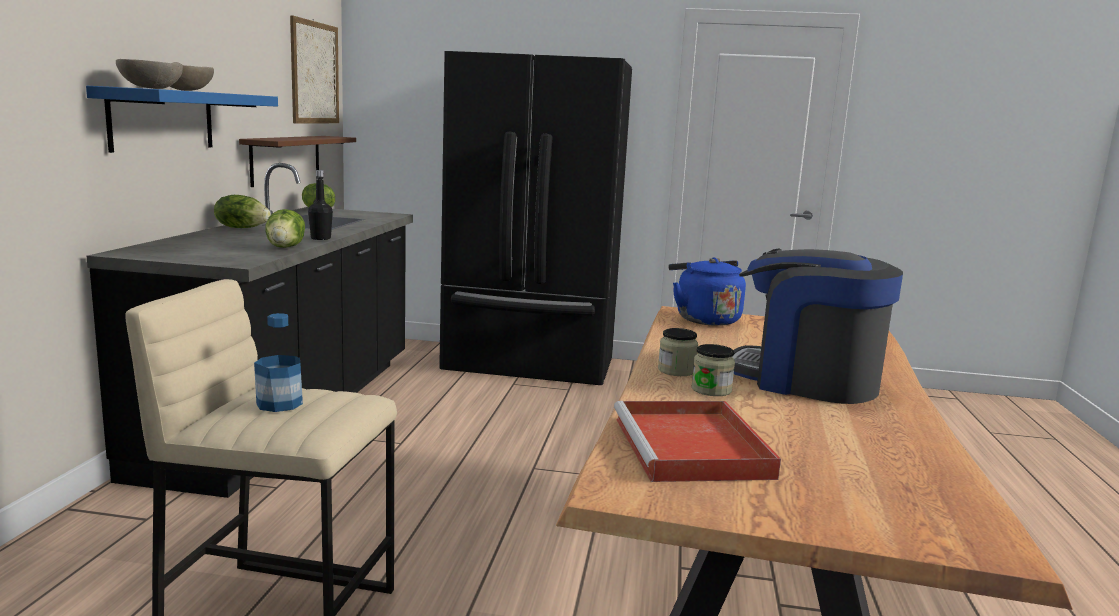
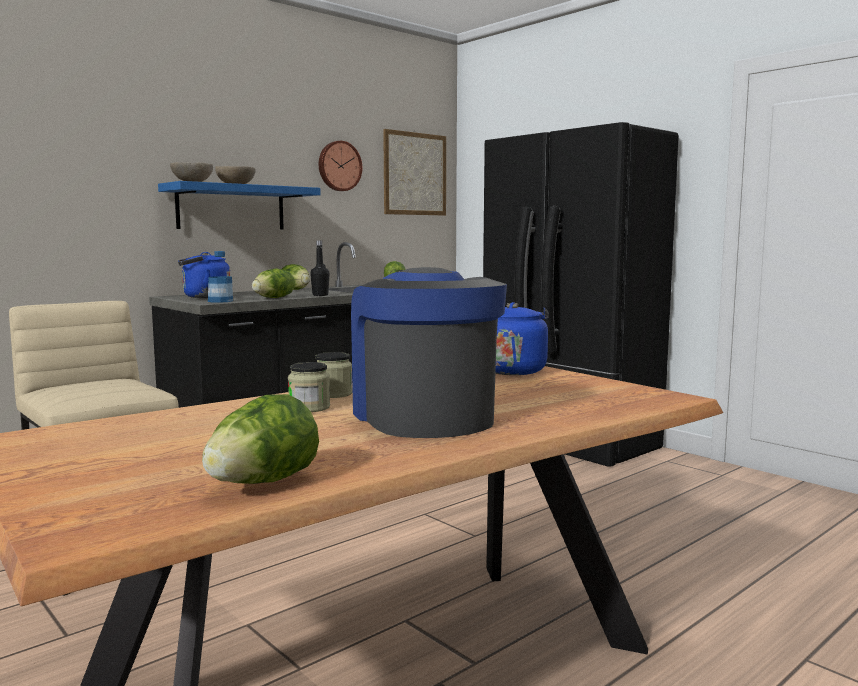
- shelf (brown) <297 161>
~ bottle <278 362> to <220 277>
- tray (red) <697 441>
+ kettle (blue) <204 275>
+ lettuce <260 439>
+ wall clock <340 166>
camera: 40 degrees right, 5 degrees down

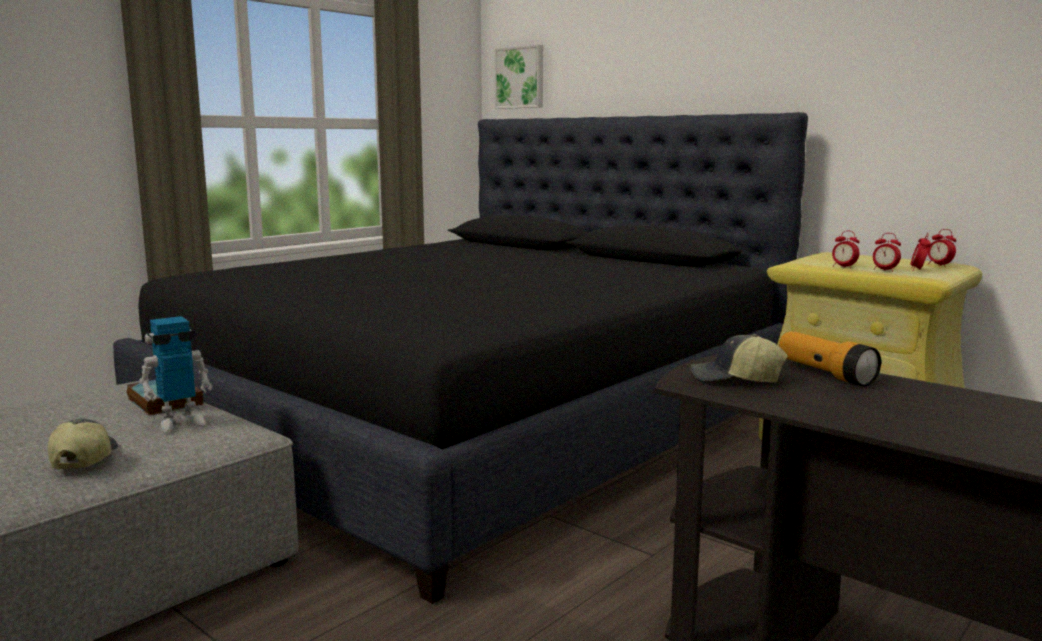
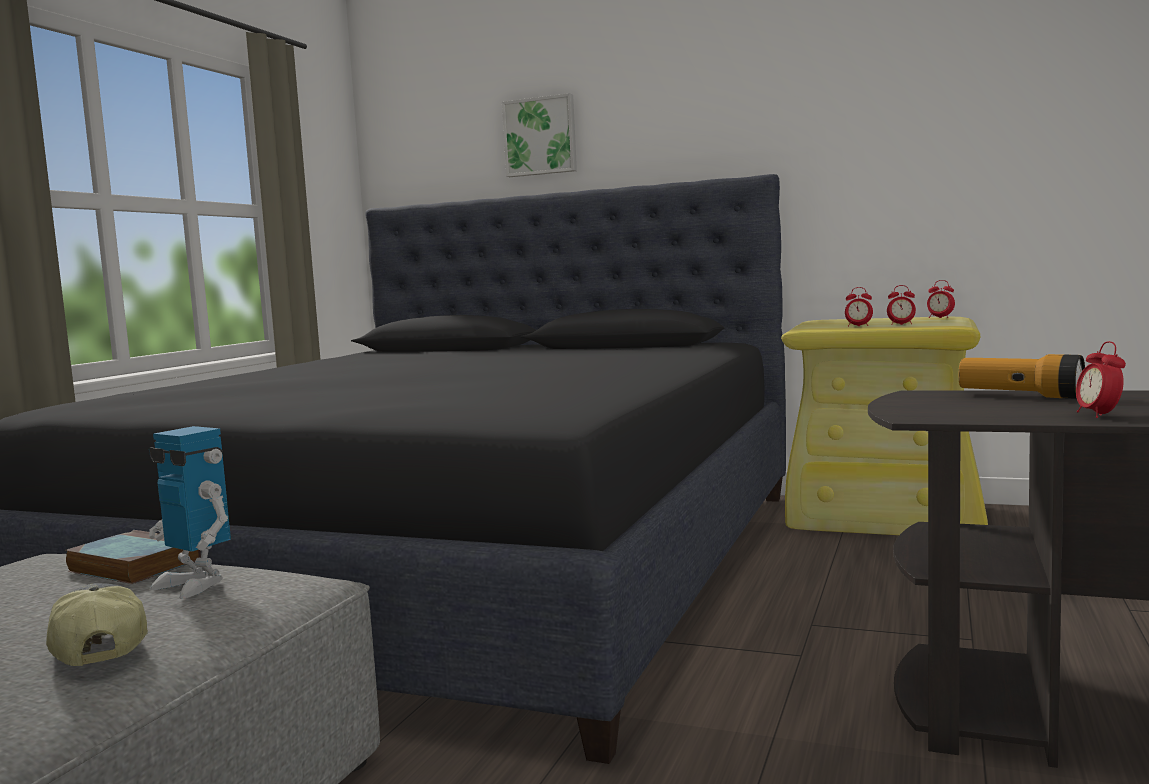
~ toy robot <176 374> = <190 512> 90 degrees clockwise
~ picture <518 77> to <539 135>
- cap <739 358>
~ alarm clock <921 252> to <1101 379>
camera: 20 degrees left, 5 degrees down

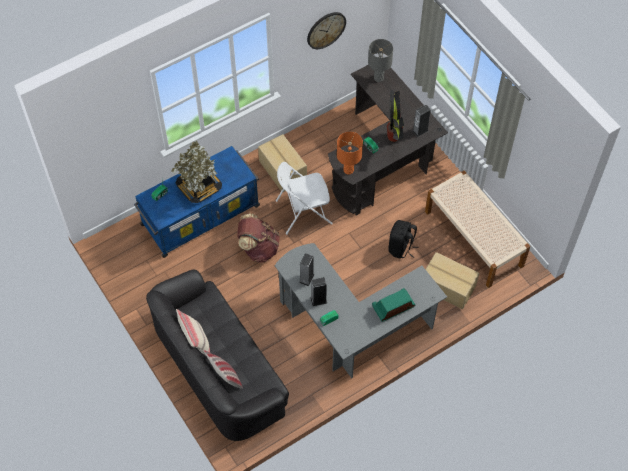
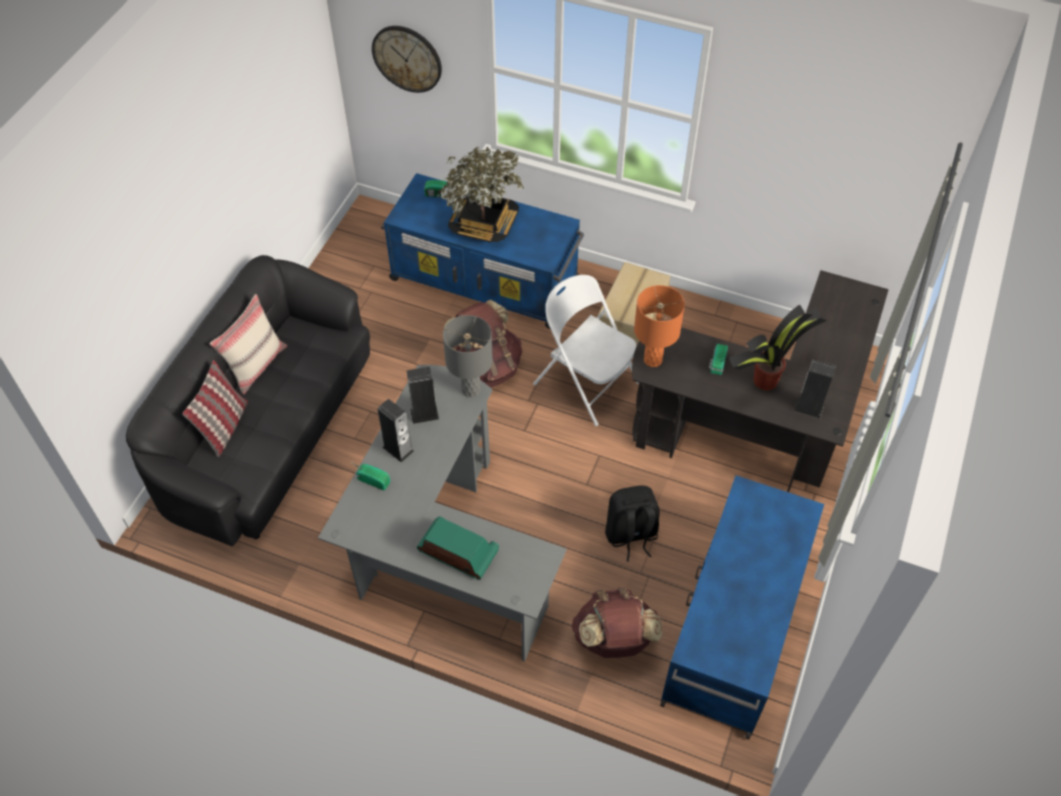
~ wall clock <326 30> to <407 59>
~ table lamp (grey) <380 60> to <468 356>
~ bench (beige) <477 229> to cabinet (blue) <742 607>
~ cardboard box <452 280> to backpack (brown) <616 623>
camera: 55 degrees right, 5 degrees down

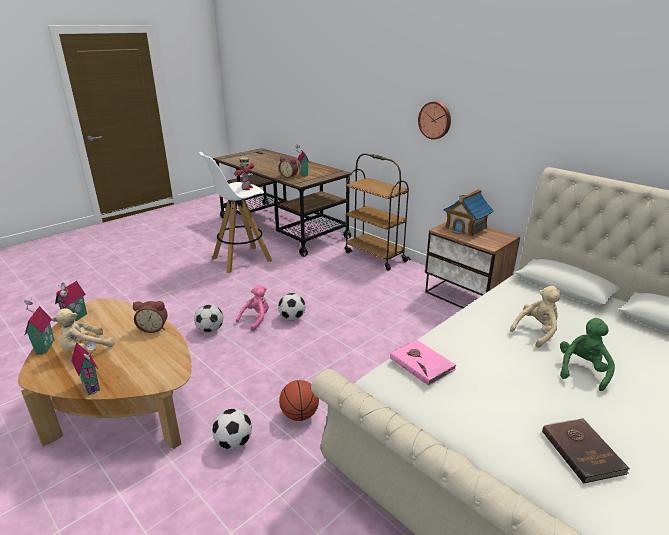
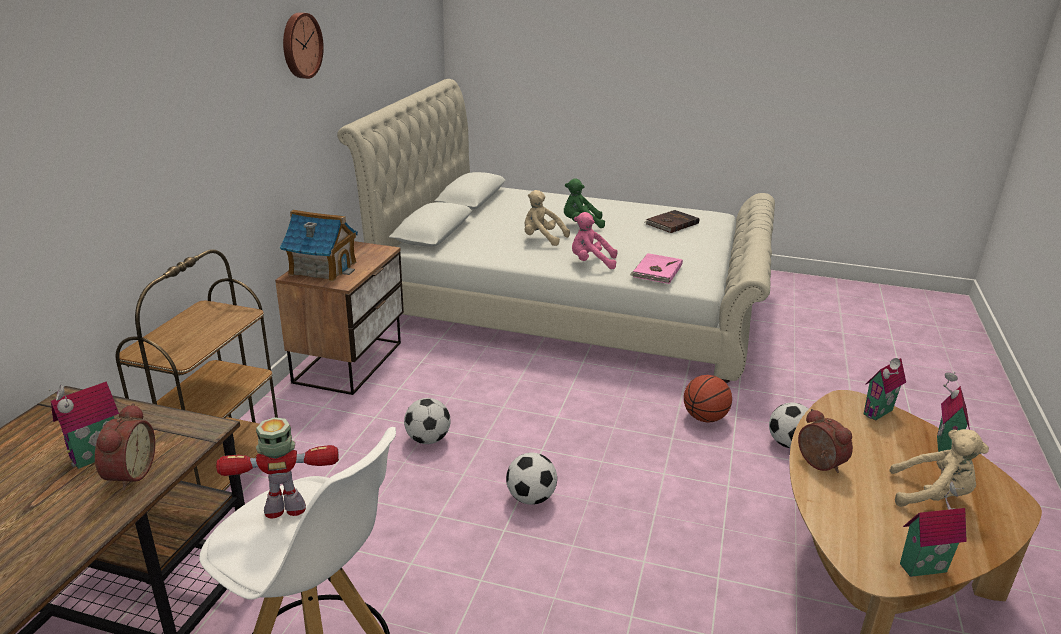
~ toy house <39 326> to <885 389>
~ football <208 318> to <427 421>
~ plush toy (pink) <252 308> to <595 240>
~ wall clock <434 120> to <303 45>
camera: 120 degrees left, 0 degrees up

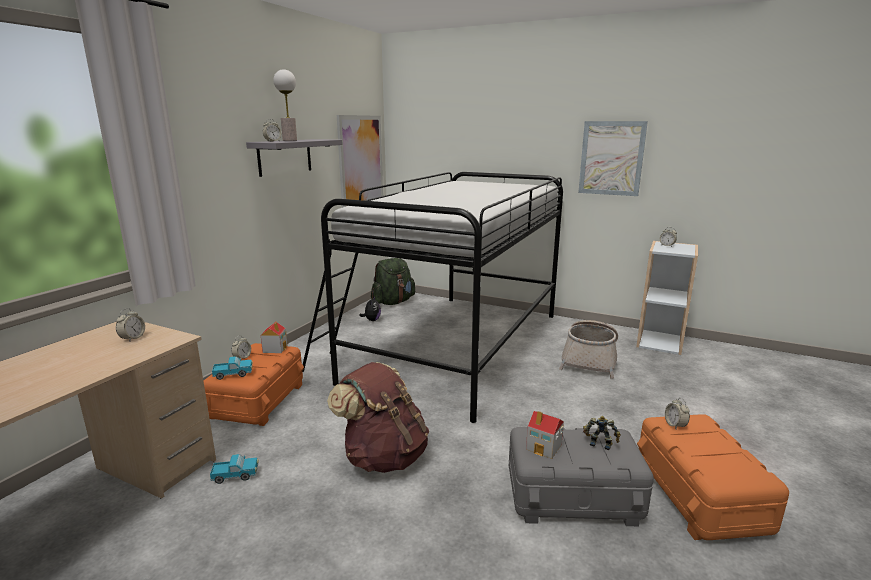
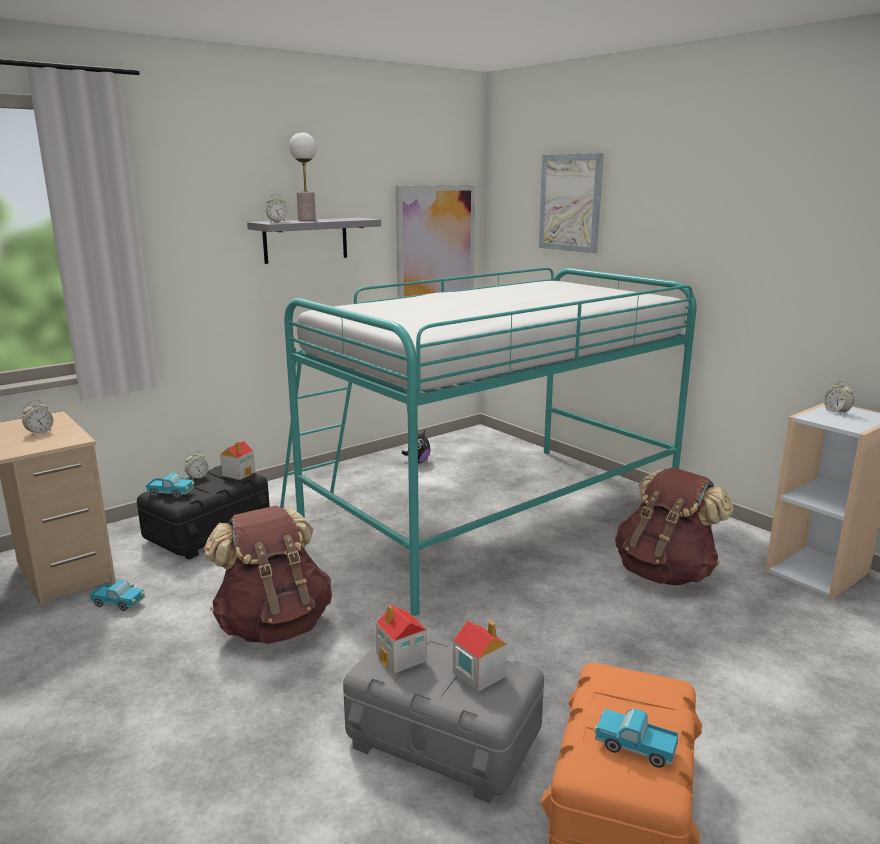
~ storage box (orange) <254 384> to storage box (black) <203 512>
~ bed (black) <432 297> to bed (turquoise) <488 442>
- backpack (green) <393 281>
~ basket <588 349> to backpack (brown) <674 526>
~ picture <613 158> to <571 203>
~ toy robot <602 433> to toy house <480 656>
- alarm clock <677 413>
+ toy truck <636 738>
camera: 25 degrees right, 0 degrees up

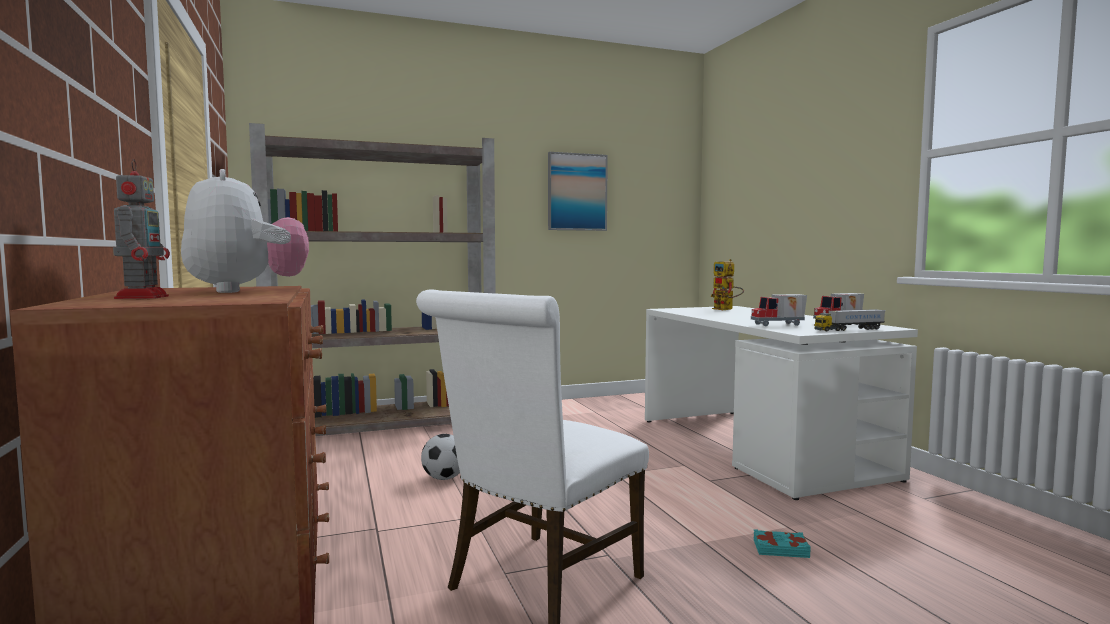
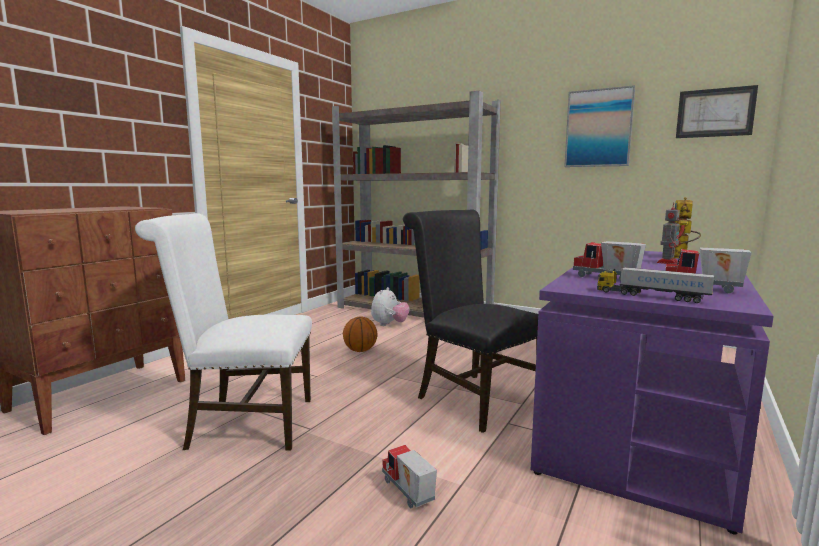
~ toy robot <141 229> to <669 233>
~ plush toy <245 231> to <390 306>
~ football <440 457> to basketball <360 334>
~ desk (white) <781 403> to desk (purple) <652 392>
~ book (turquoise) <782 543> to toy truck <409 476>
+ chair (black) <470 321>
+ picture <717 111>
camera: 50 degrees right, 5 degrees up

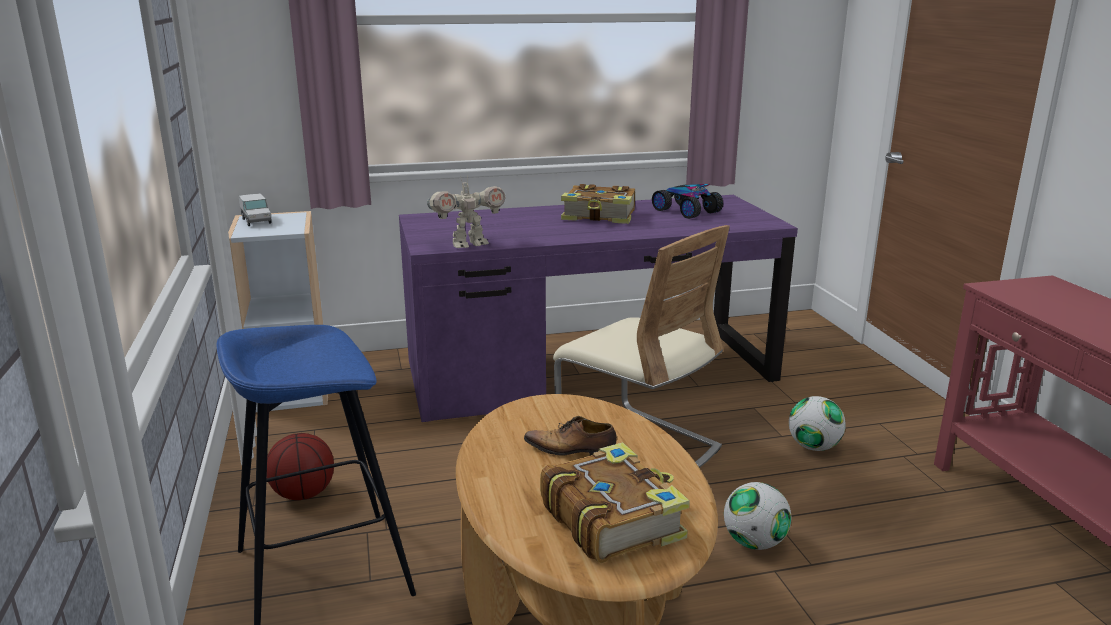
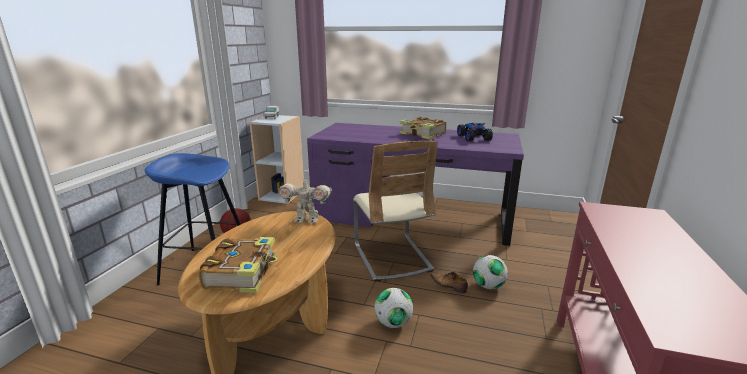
~ toy robot <466 211> to <305 199>
~ shoe <570 436> to <449 282>
camera: 30 degrees right, 0 degrees up

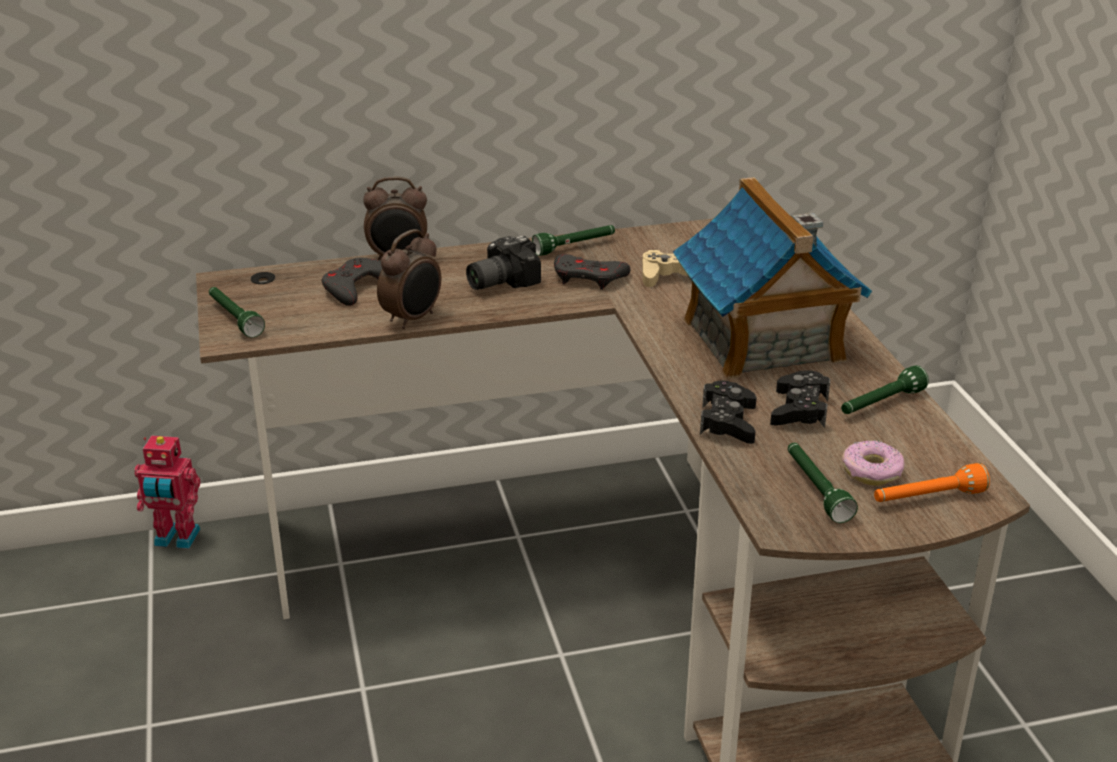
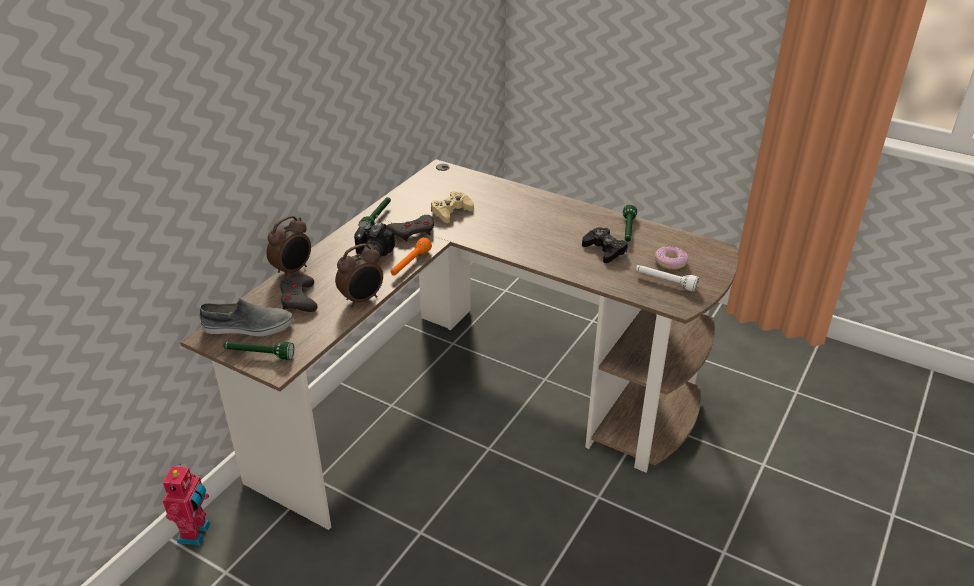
~ toy robot <167 492> = <186 504> 45 degrees counterclockwise
~ alarm clock <409 279> = <359 276> 60 degrees clockwise
- toy house <772 278>
- game controller (black) <728 412>
~ flashlight (green) <823 483> to flashlight (white) <667 278>
~ flashlight (orange) <932 482> to <411 256>
+ shoe (grey) <246 317>
camera: 45 degrees left, 5 degrees up

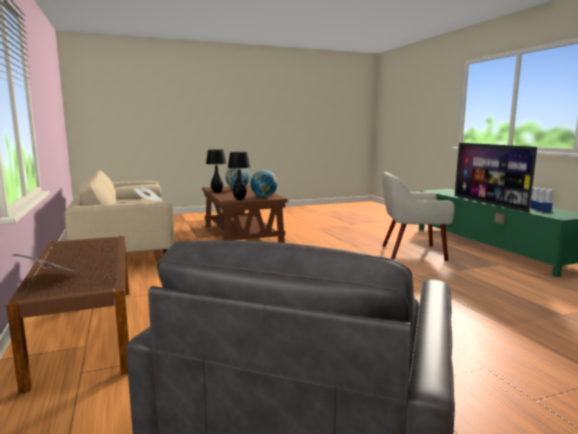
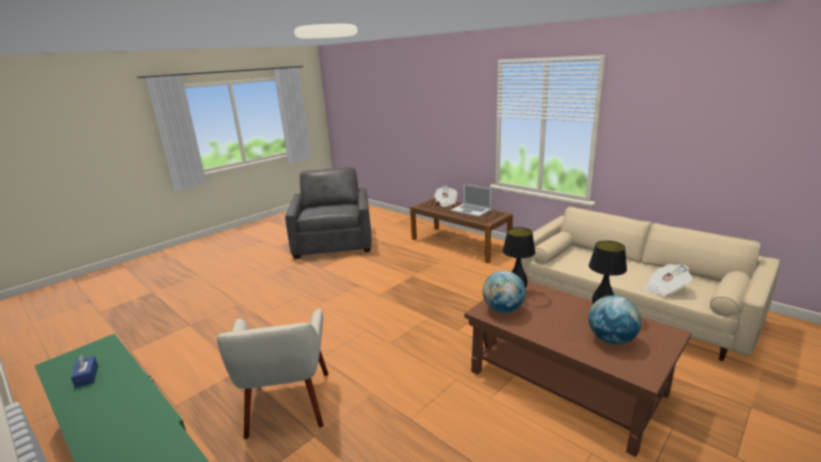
~ armchair (beige) <418 216> = <272 374> 105 degrees clockwise
- television <496 178>
+ laptop <471 200>
camera: 155 degrees right, 10 degrees up

